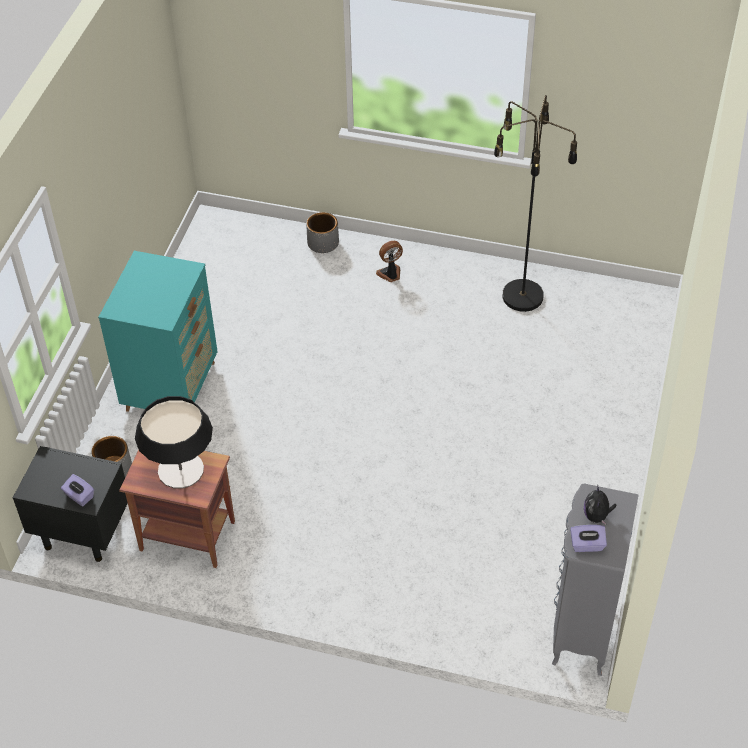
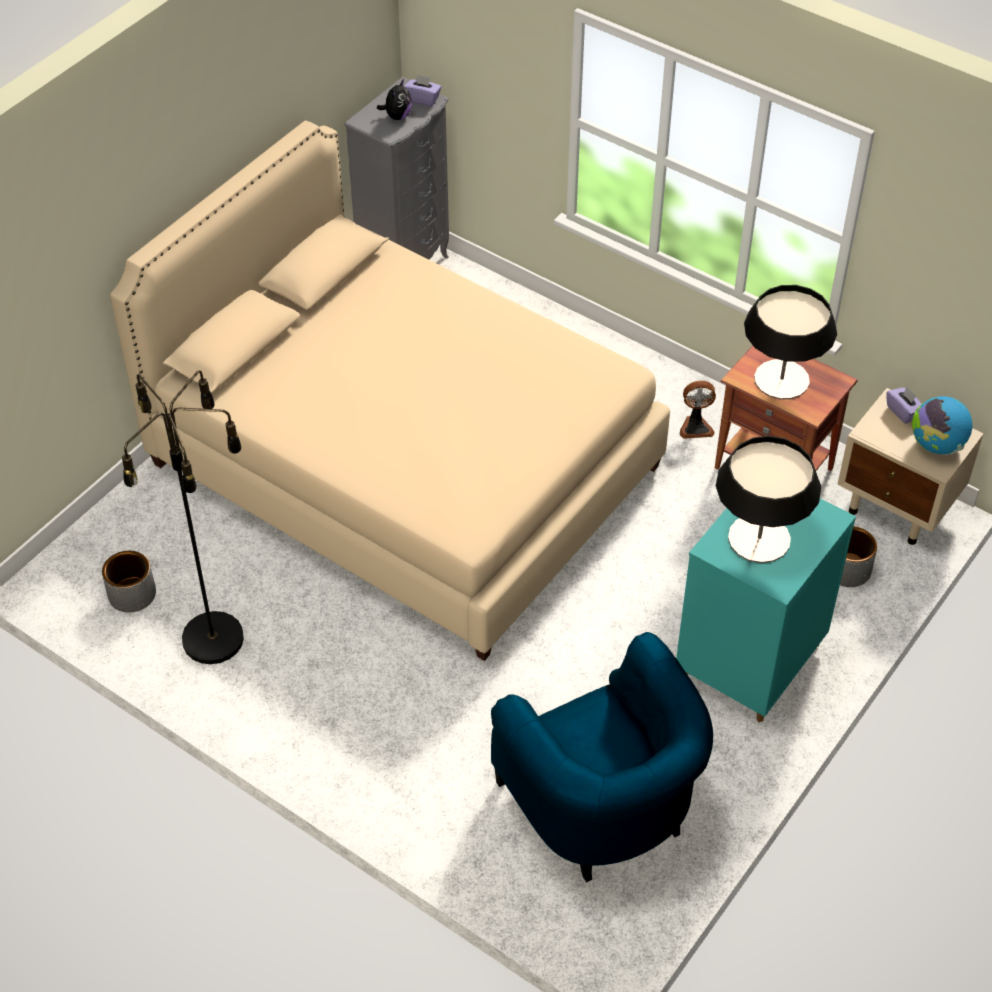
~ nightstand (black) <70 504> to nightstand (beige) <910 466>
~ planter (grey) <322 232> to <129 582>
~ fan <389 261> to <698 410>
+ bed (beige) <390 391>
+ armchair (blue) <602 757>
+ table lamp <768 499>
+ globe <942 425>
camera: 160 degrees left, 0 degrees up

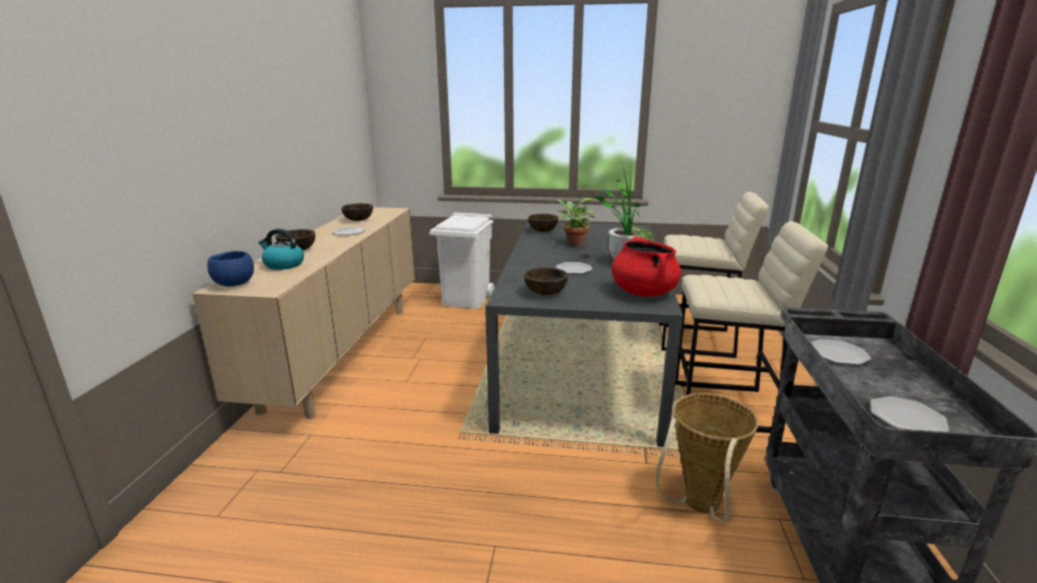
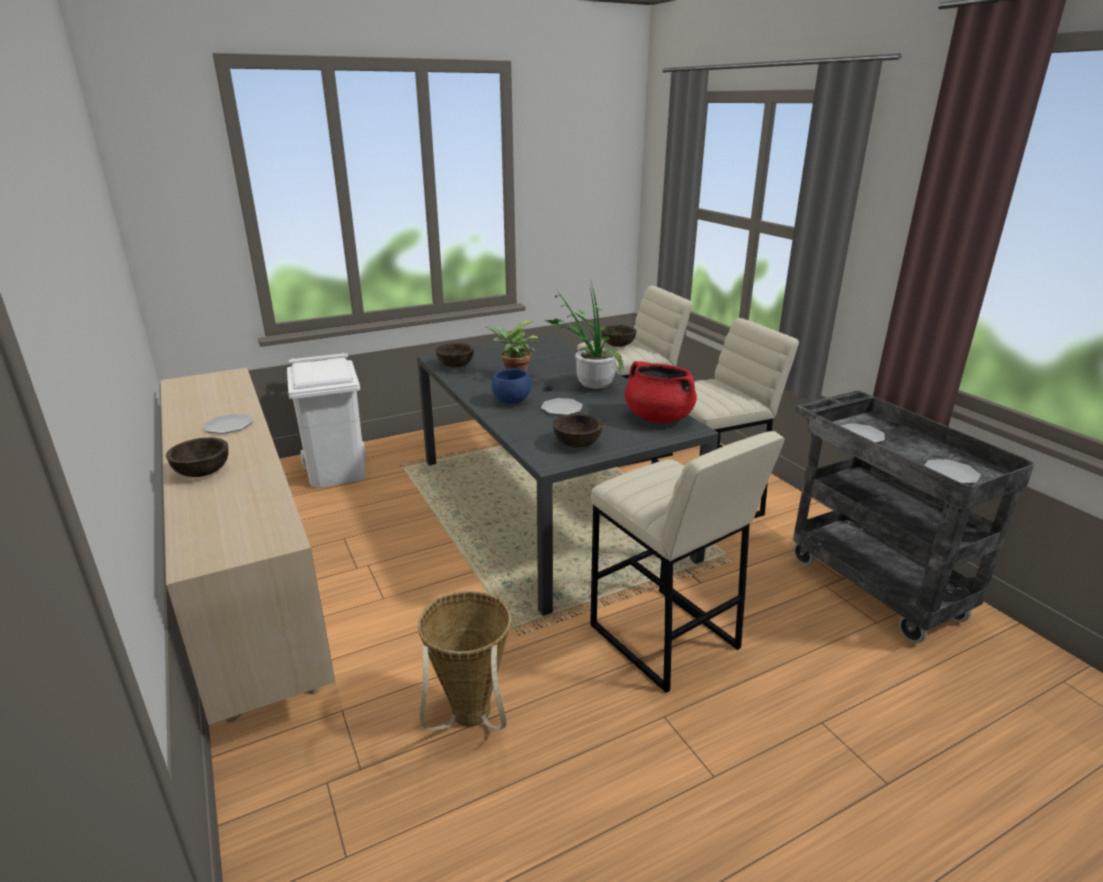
~ bowl (blue) <230 269> to <511 386>
- kettle <281 249>
~ bowl (brown) <357 212> to <618 336>
~ basket <707 457> to <464 661>
+ stool (beige) <687 562>
camera: 35 degrees left, 5 degrees up

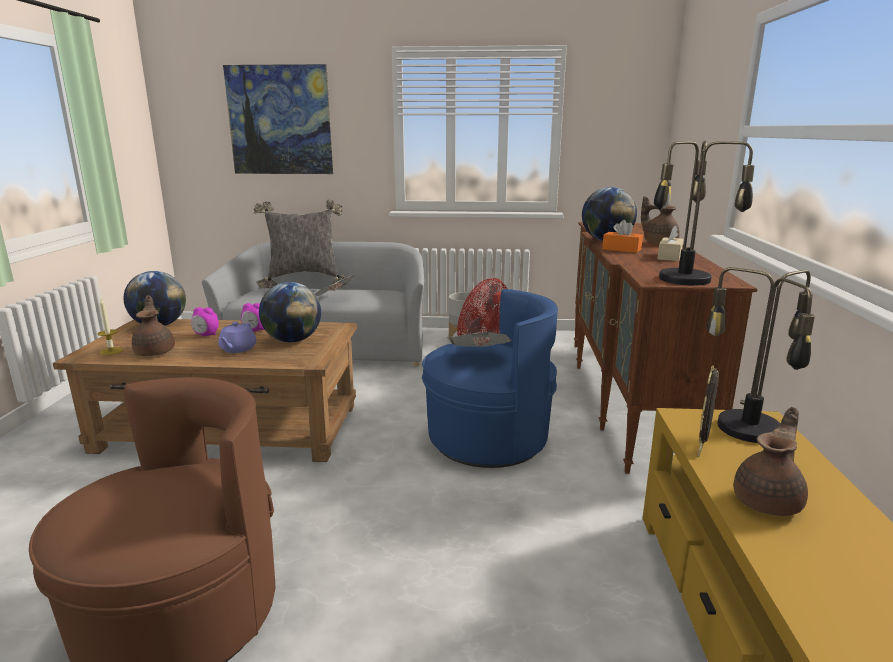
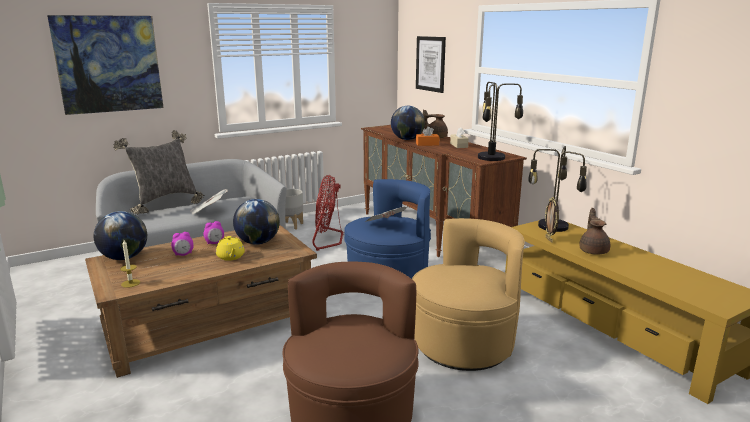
- teapot (brown) <153 325>
~ teapot (purple) <237 337> to teapot (yellow) <230 248>
+ armchair (beige) <468 294>
+ picture <431 64>
camera: 35 degrees left, 0 degrees up

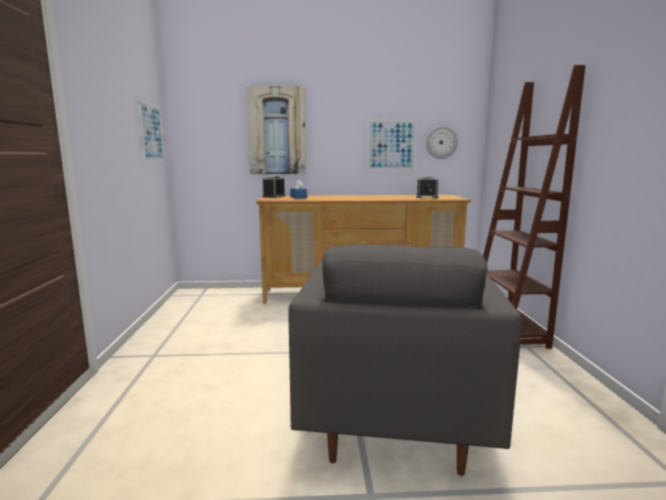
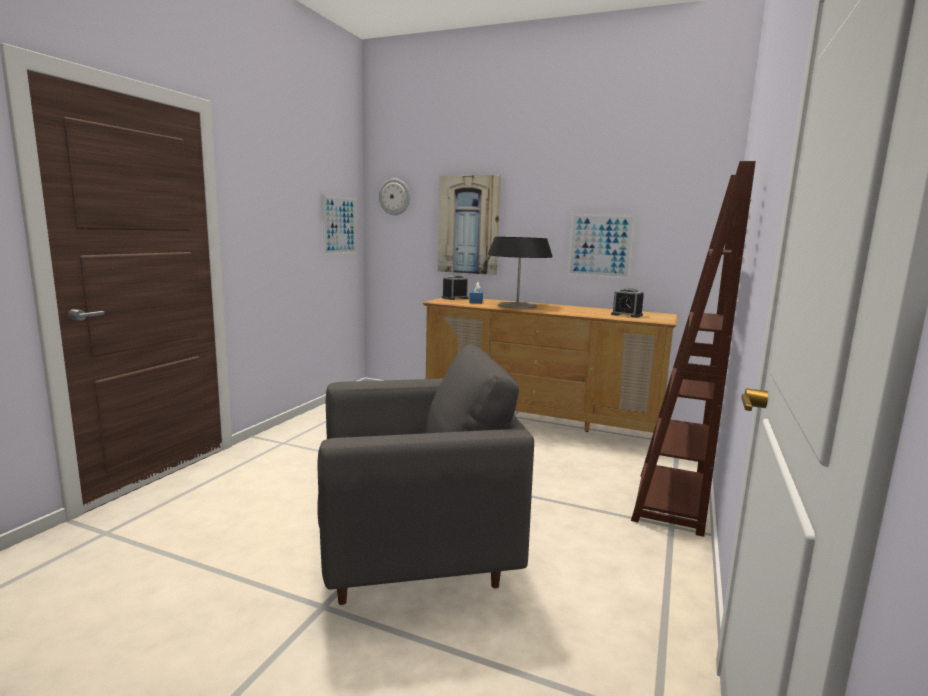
~ armchair (grey) <405 360> = <425 475> 135 degrees counterclockwise
~ wall clock <442 142> to <394 196>
+ table lamp <520 273>
camera: 25 degrees right, 0 degrees up

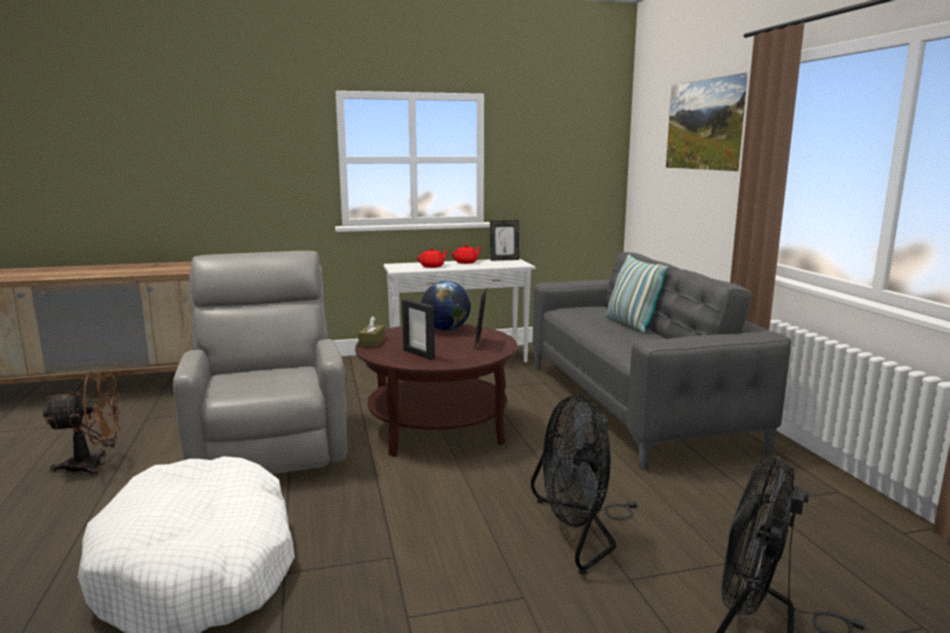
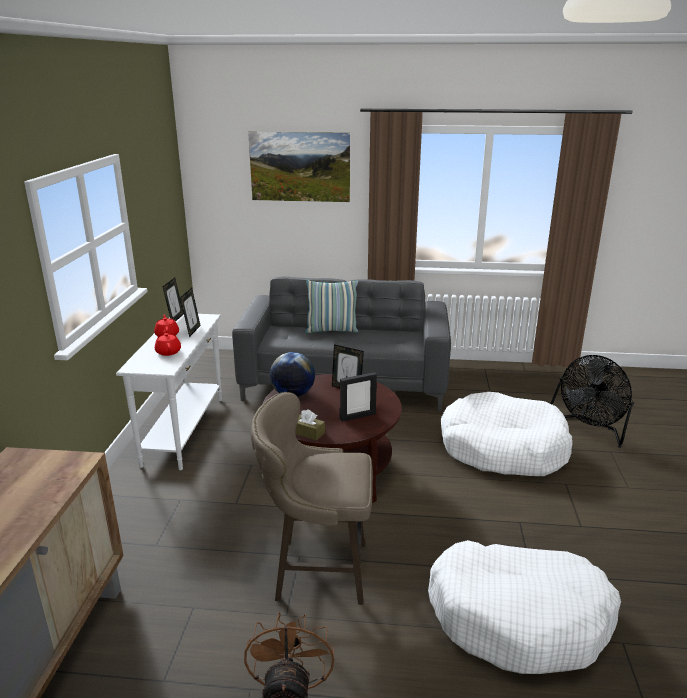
~ armchair (grey) <260 362> to stool (beige) <312 498>
~ fan (black) <585 485> to dog bed (white) <507 434>
+ picture frame <190 312>
camera: 70 degrees left, 10 degrees up

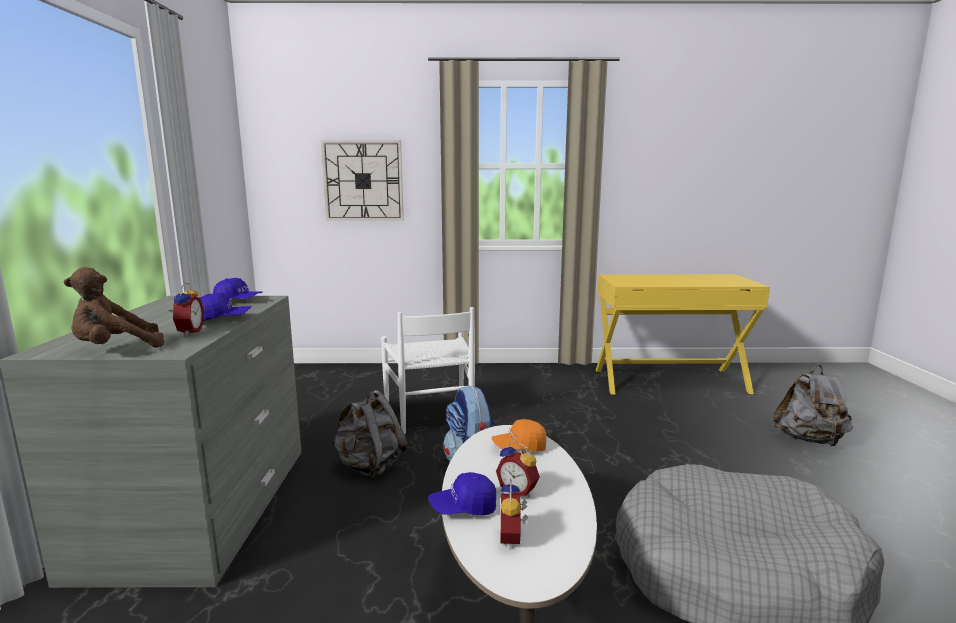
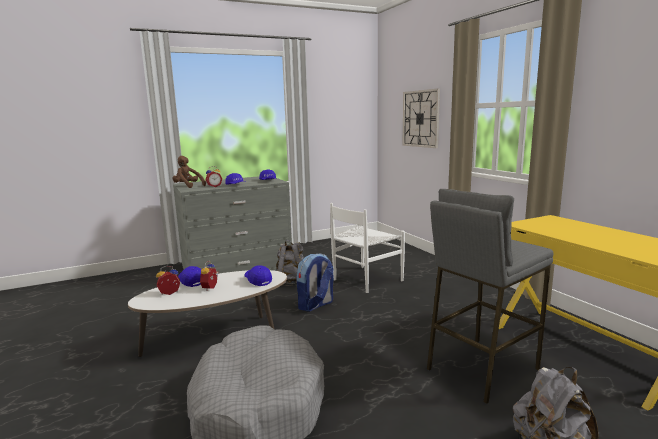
~ cap (orange) <519 435> to cap (blue) <258 275>
+ stool (grey) <490 296>
camera: 65 degrees right, 0 degrees up

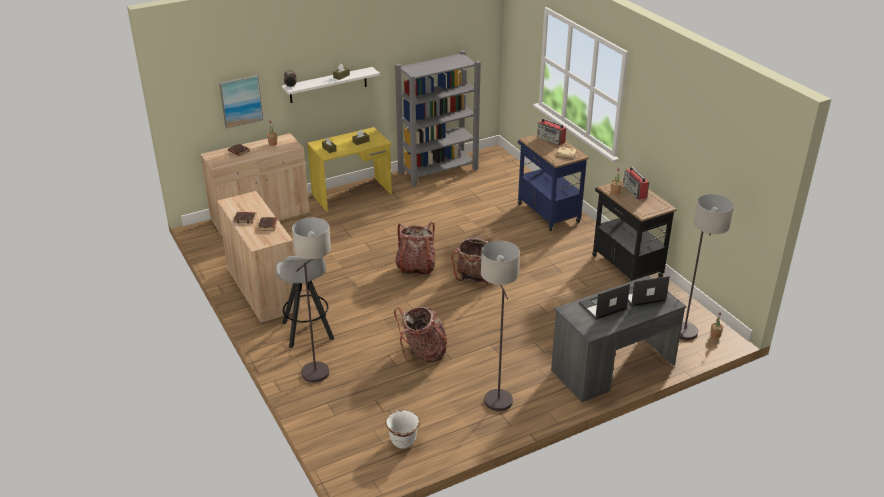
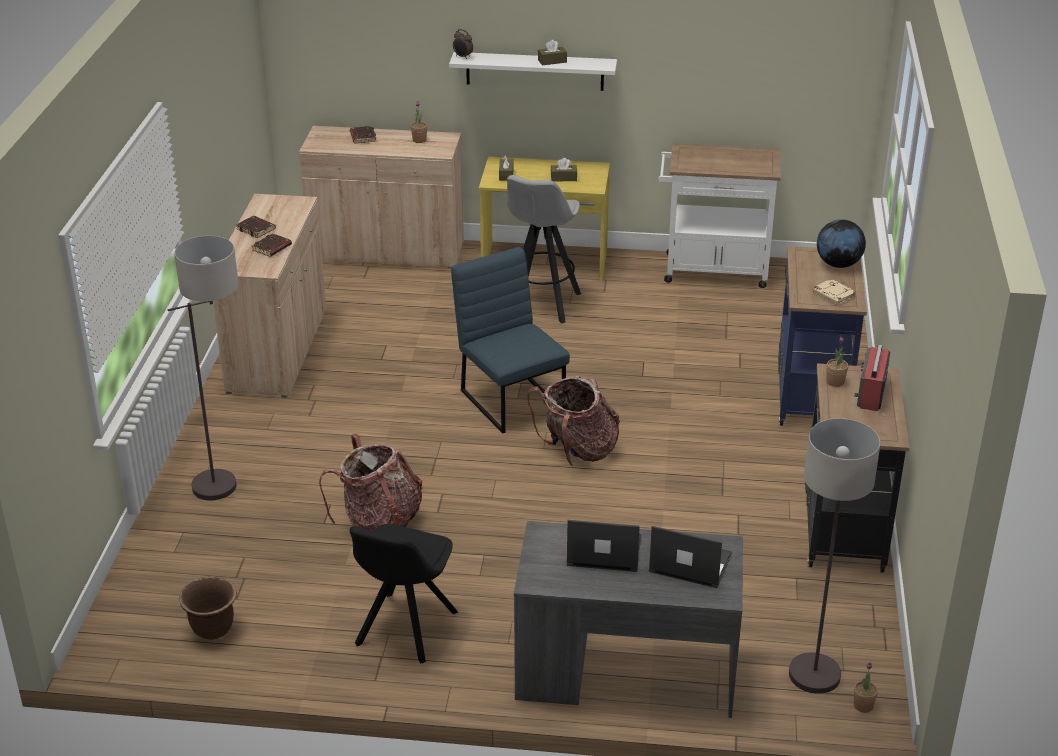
- picture <241 102>
~ stool (grey) <305 302> to <544 249>
~ planter (white) <403 429> to planter (brown) <208 607>
~ bookcase (grey) <438 118> to cart (white) <719 216>
~ backpack <415 248> to chair (blue) <510 340>
~ floor lamp (grey) <500 326> to chair (black) <404 594>
~ radio <551 132> to globe <841 243>
camera: 35 degrees right, 0 degrees up

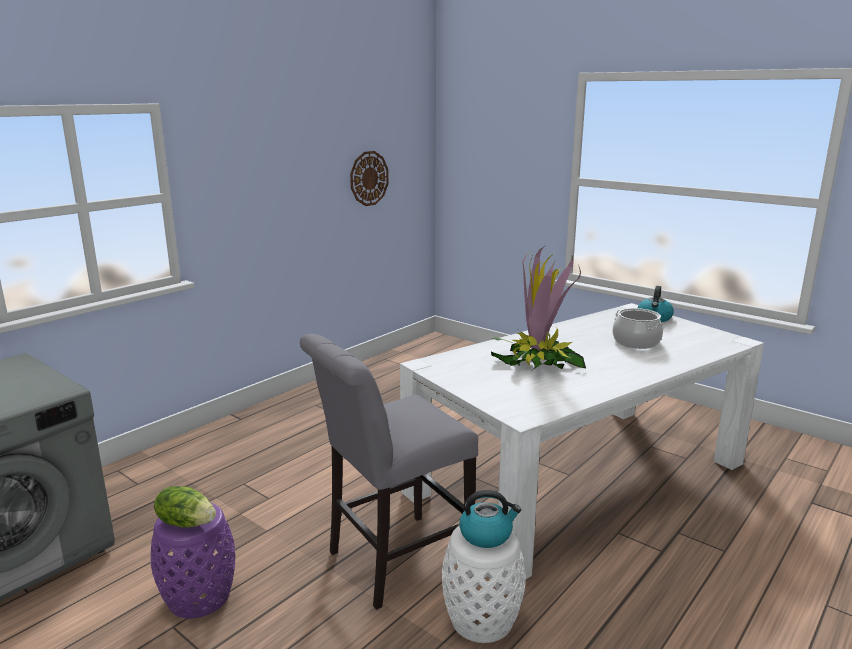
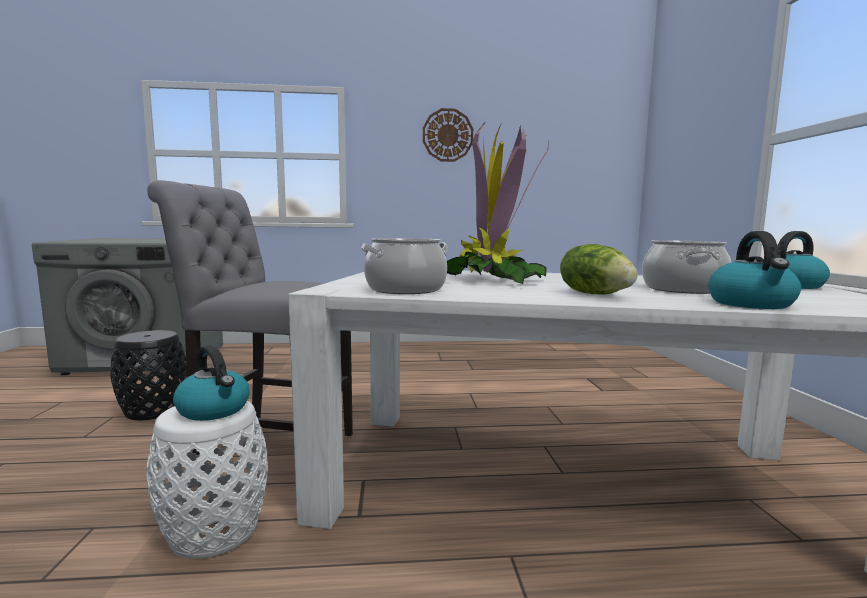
~ stool (purple) <193 560> to stool (black) <148 375>
~ lettuce <185 507> to <599 269>
~ wall clock <369 178> to <448 135>
+ cooking pot <404 266>
+ kettle <754 270>
camera: 45 degrees right, 10 degrees down

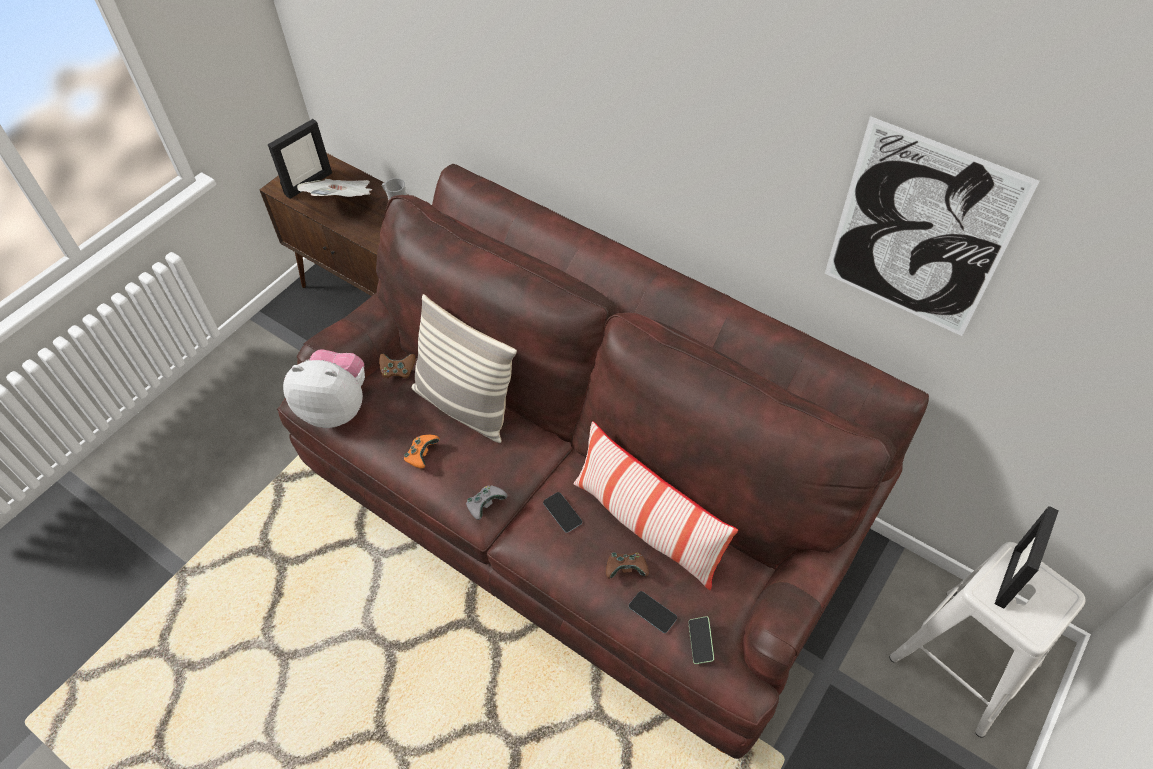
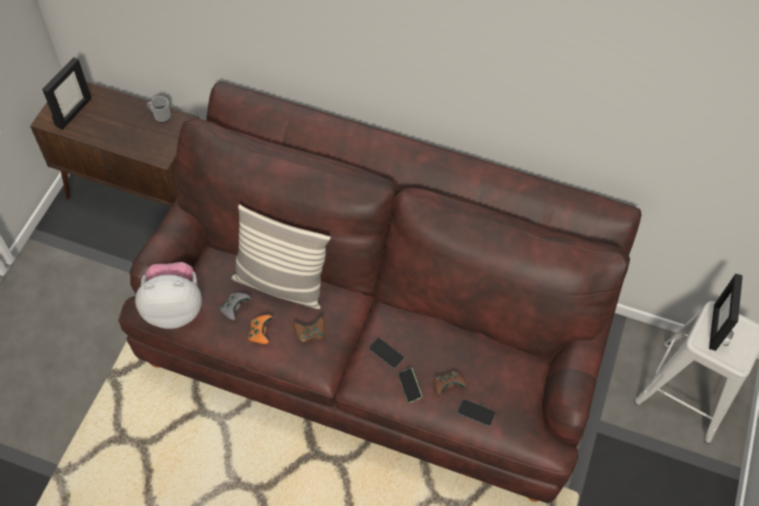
- newspaper <334 188>
~ game controller (brown) <397 366> to <309 330>
~ game controller (grey) <487 502> to <235 306>
- pillow <655 506>
~ phone <701 640> to <410 385>
- picture <932 226>
camera: 20 degrees left, 5 degrees up

